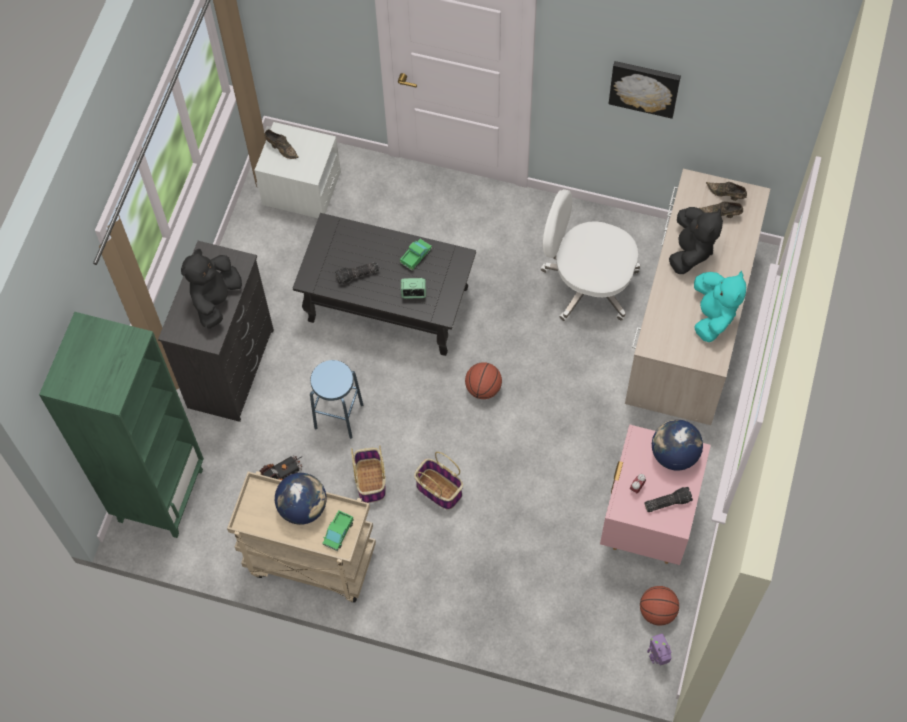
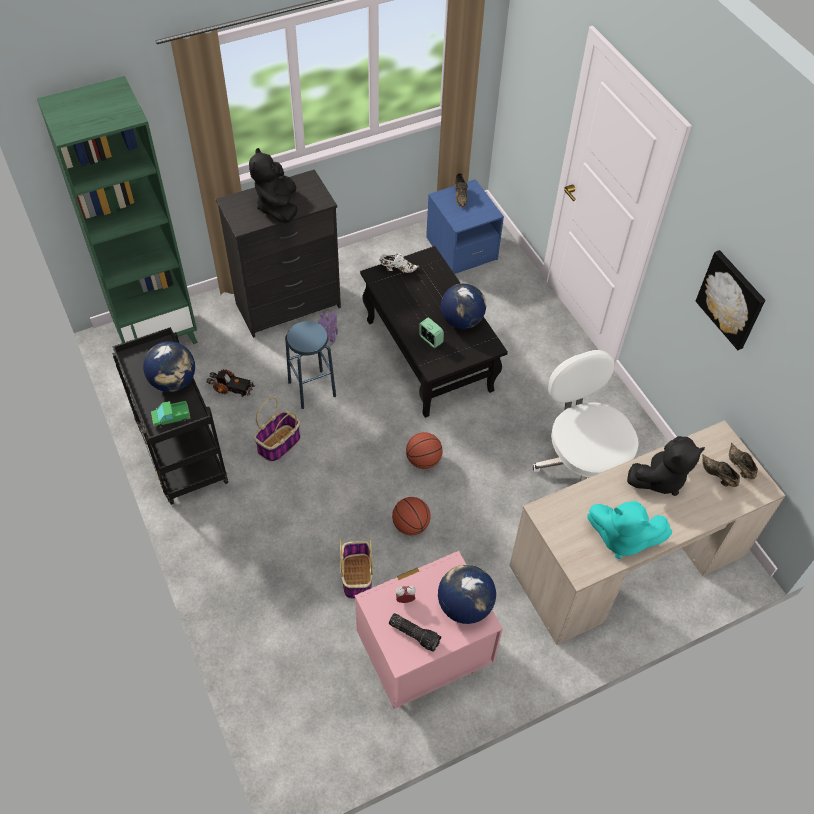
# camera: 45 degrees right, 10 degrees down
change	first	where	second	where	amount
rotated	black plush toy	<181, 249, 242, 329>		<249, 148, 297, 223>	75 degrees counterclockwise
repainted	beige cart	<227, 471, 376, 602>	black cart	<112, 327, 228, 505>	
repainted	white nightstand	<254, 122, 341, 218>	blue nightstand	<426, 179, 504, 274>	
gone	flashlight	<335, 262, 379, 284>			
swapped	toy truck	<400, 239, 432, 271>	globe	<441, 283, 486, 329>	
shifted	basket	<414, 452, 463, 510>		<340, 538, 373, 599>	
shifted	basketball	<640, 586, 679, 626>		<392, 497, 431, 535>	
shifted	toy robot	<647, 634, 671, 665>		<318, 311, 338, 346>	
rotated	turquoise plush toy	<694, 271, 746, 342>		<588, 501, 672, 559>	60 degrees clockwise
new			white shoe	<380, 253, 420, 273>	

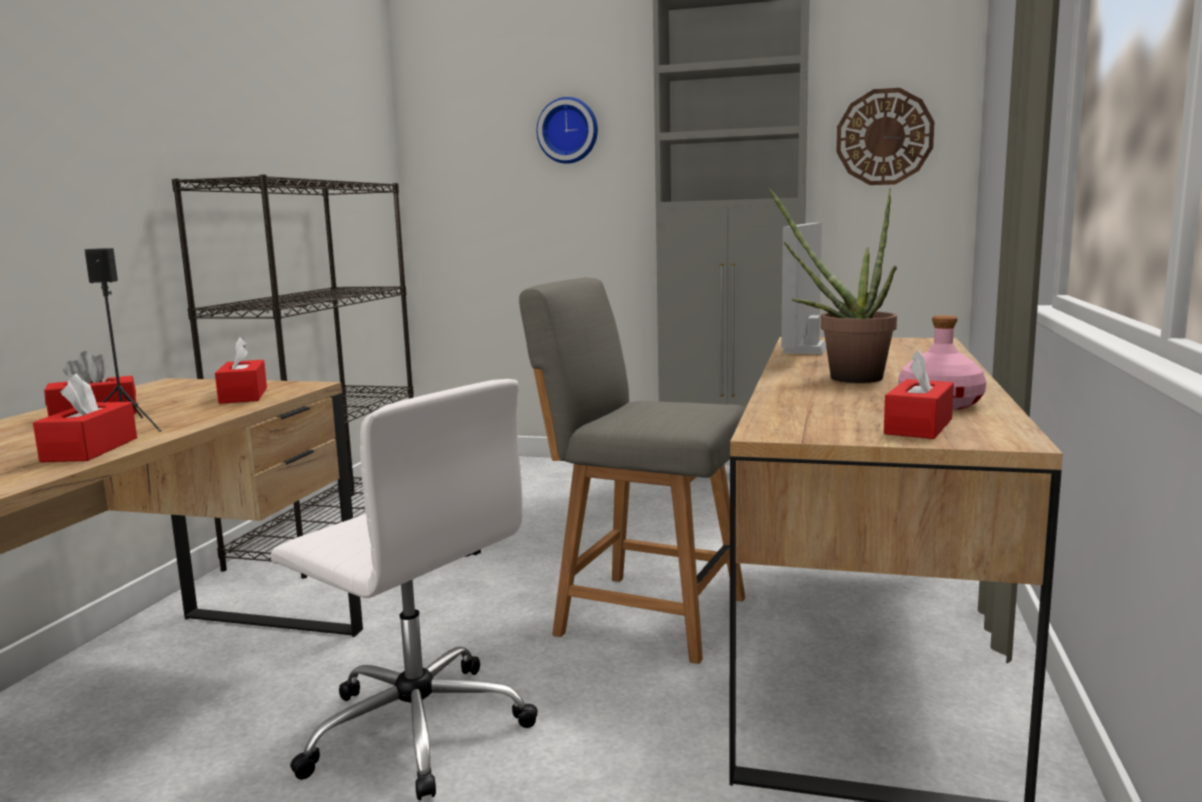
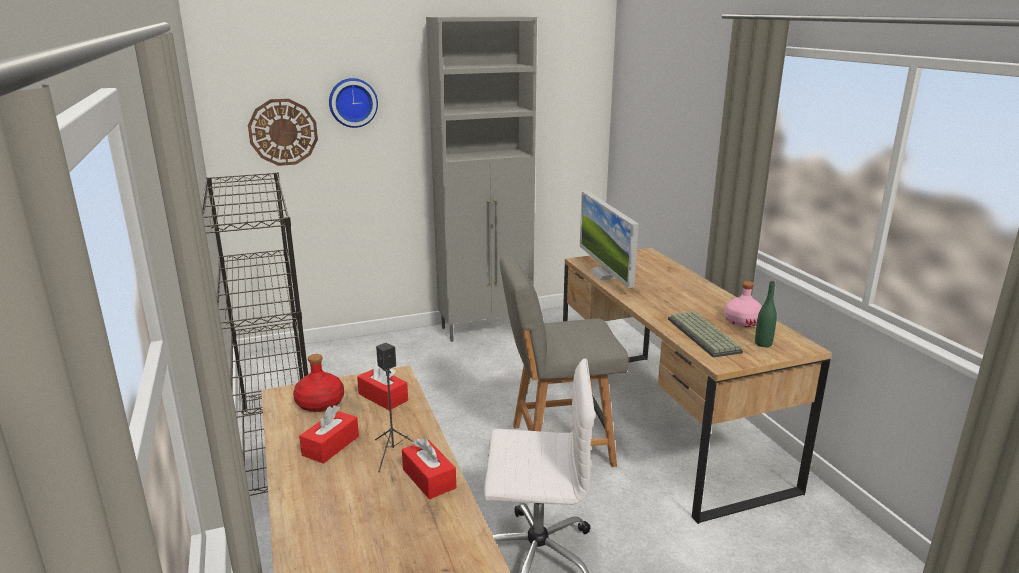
# camera: 35 degrees left, 10 degrees up
change	first	where	second	where	amount
gone	potted plant	<769, 188, 897, 383>			
shifted	wall clock	<836, 88, 934, 185>		<248, 99, 318, 166>	
swapped	red tissue box	<884, 350, 954, 439>	green bottle	<755, 281, 777, 347>	
new			red bottle	<293, 354, 344, 412>	
new			keyboard	<668, 311, 743, 358>	

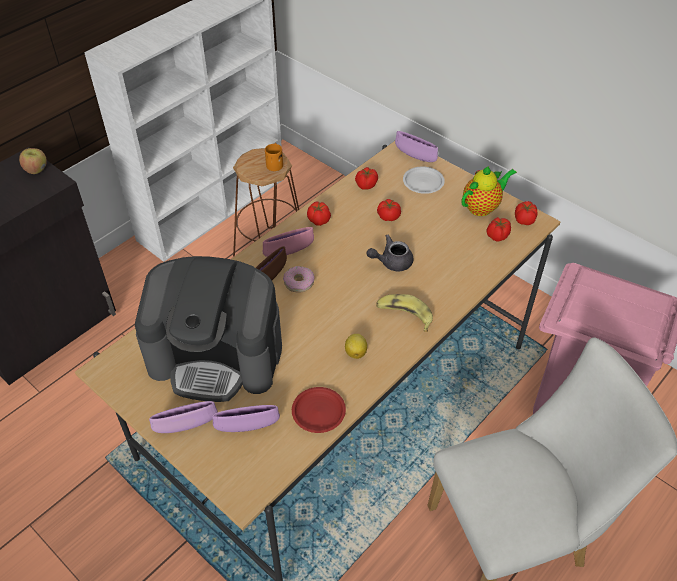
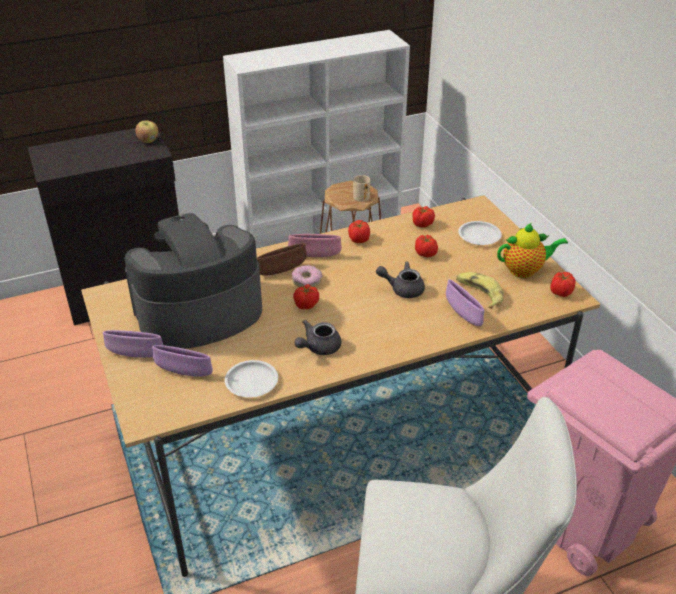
# camera: 25 degrees right, 10 degrees down
change	first	where	second	where	amount
rotated	coffee machine	<135, 256, 282, 402>		<125, 213, 262, 349>	120 degrees clockwise
repainted	orange mug	<265, 143, 283, 171>	beige mug	<353, 175, 370, 202>	
repainted	red plate	<292, 387, 346, 433>	white plate	<225, 360, 278, 398>	
swapped	lemon	<345, 334, 367, 359>	grey teapot	<294, 320, 341, 355>	
shifted	banana	<376, 294, 433, 332>		<456, 272, 504, 309>	
shifted	purple bowl	<395, 131, 438, 162>		<446, 280, 484, 326>	
shifted	tomato	<486, 217, 511, 242>		<293, 284, 319, 309>	

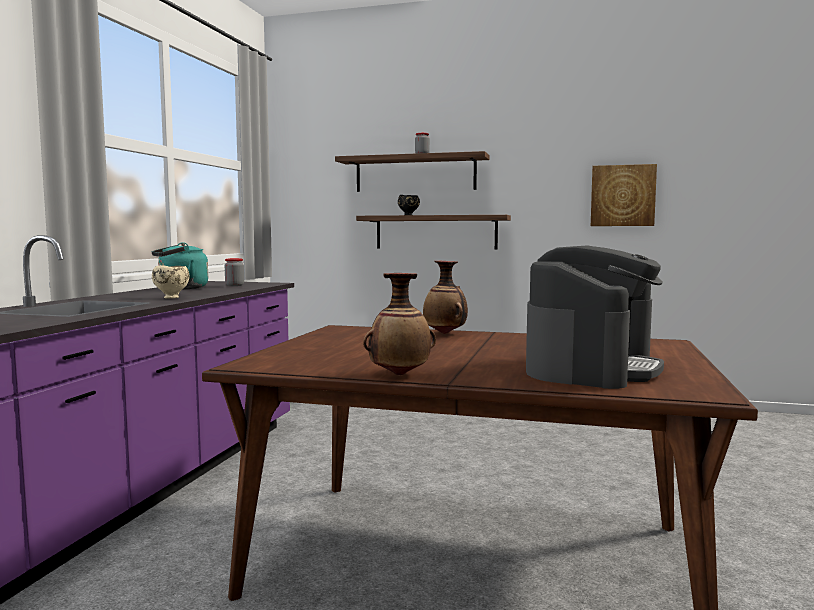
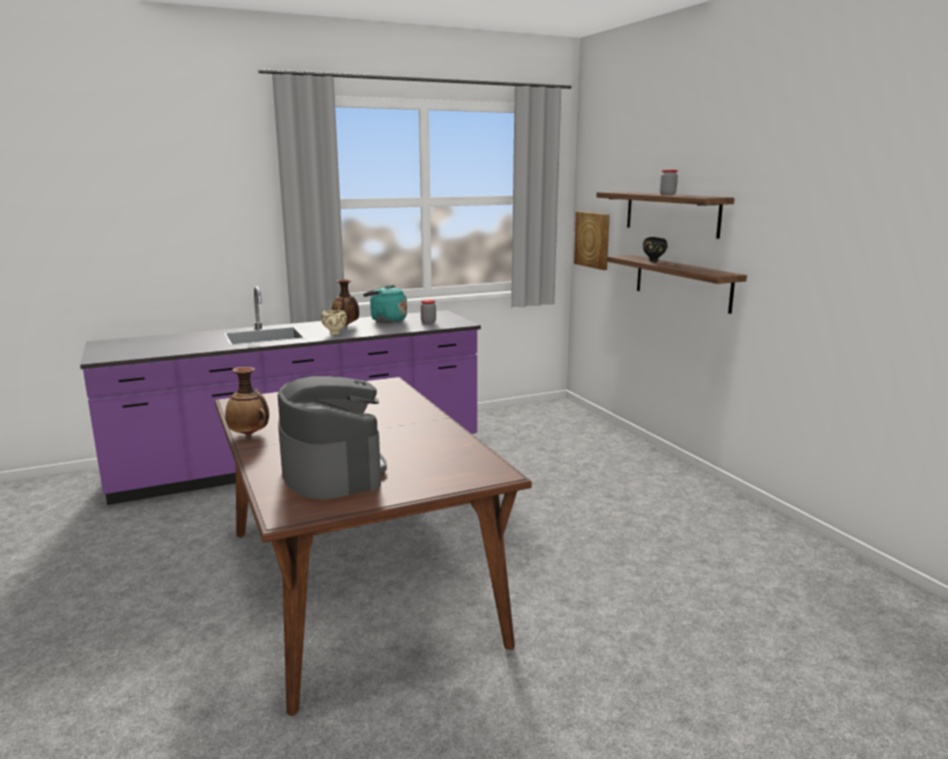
# camera: 50 degrees right, 10 degrees up
change	first	where	second	where	amount
shifted	vase	<423, 261, 468, 334>		<332, 279, 359, 325>	
rotated	coffee machine	<526, 245, 664, 389>		<278, 376, 387, 499>	105 degrees counterclockwise
shifted	picture	<591, 164, 657, 226>		<574, 211, 610, 270>	

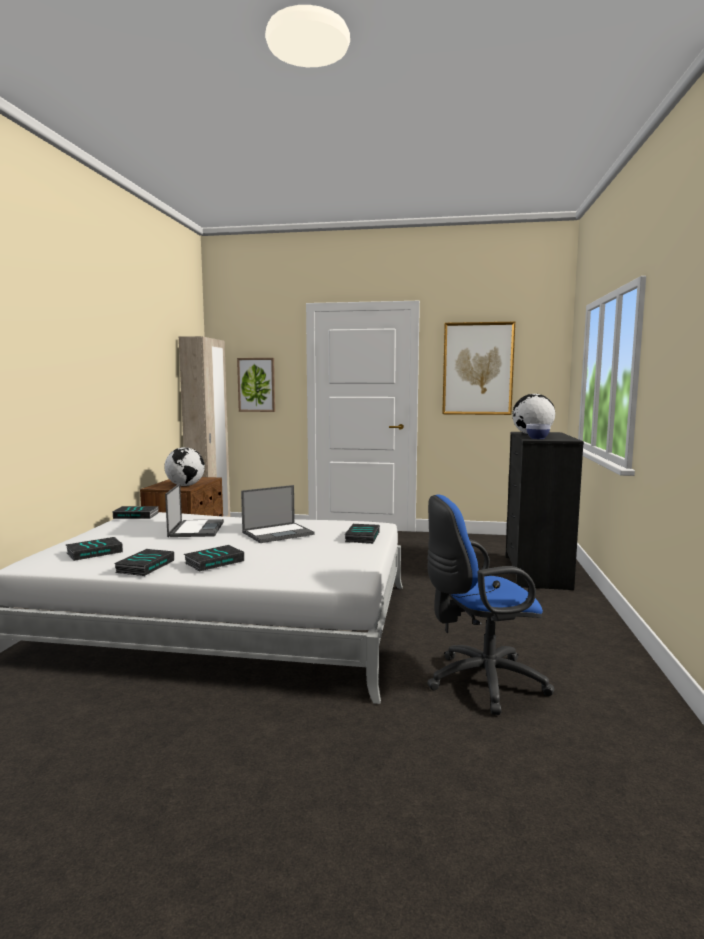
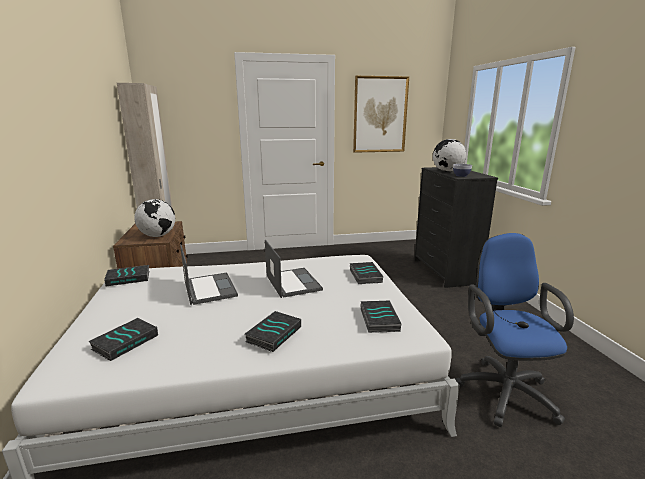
# camera: 20 degrees left, 10 degrees up
change	first	where	second	where	amount
shifted	book	<114, 549, 174, 576>		<361, 301, 401, 333>	
gone	picture	<237, 358, 275, 412>			
rotated	laptop	<241, 485, 314, 543>		<265, 240, 323, 298>	60 degrees counterclockwise
rotated	blue office chair	<427, 495, 554, 715>		<455, 233, 574, 427>	120 degrees clockwise

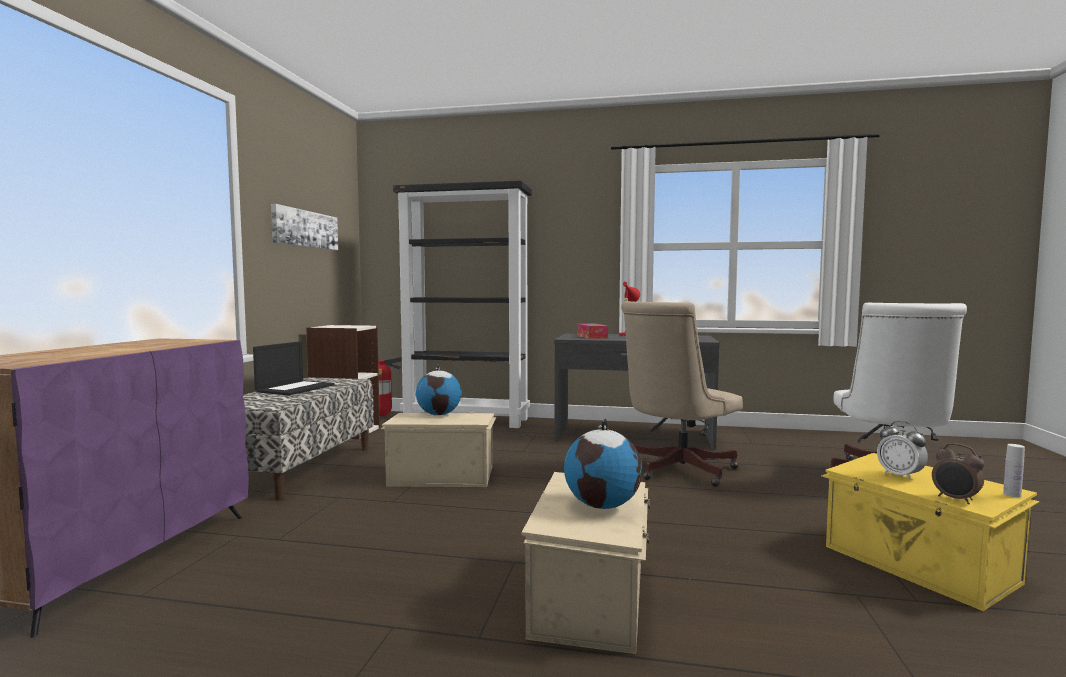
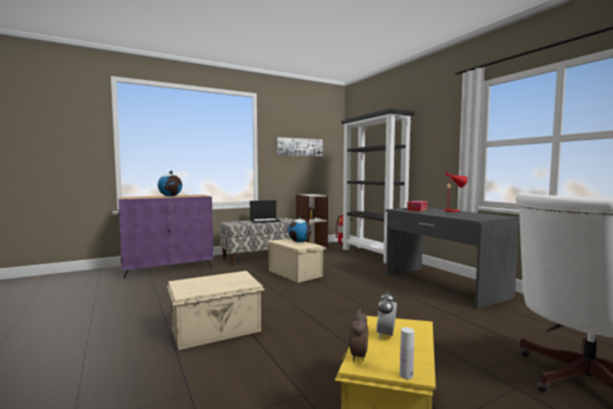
# camera: 50 degrees right, 0 degrees up
change	first	where	second	where	amount
shifted	globe	<564, 419, 642, 509>		<158, 171, 182, 197>	
gone	beige office chair	<621, 301, 743, 487>			

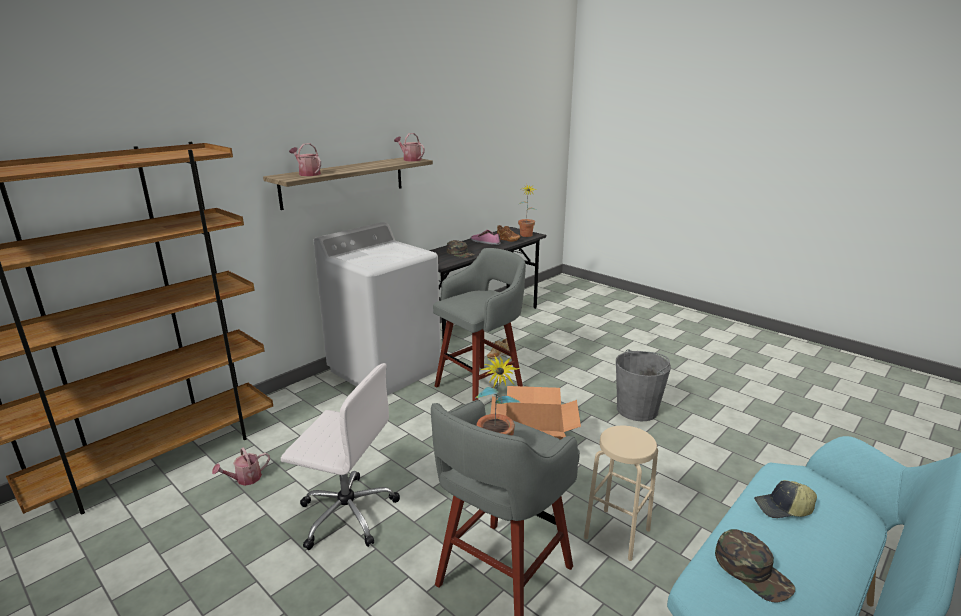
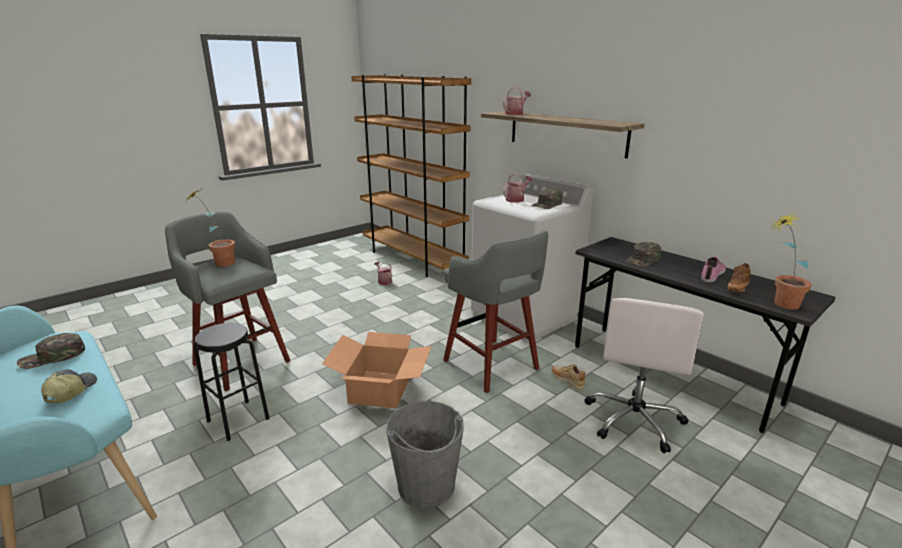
# camera: 95 degrees right, 0 degrees up
change	first	where	second	where	amount
shifted	white office chair	<281, 363, 400, 550>		<584, 298, 704, 453>	
shifted	watering can	<394, 133, 425, 162>		<503, 173, 533, 203>	
repainted	beige stool	<584, 426, 658, 561>	black stool	<194, 323, 269, 441>	
new			green cap	<531, 189, 562, 209>	

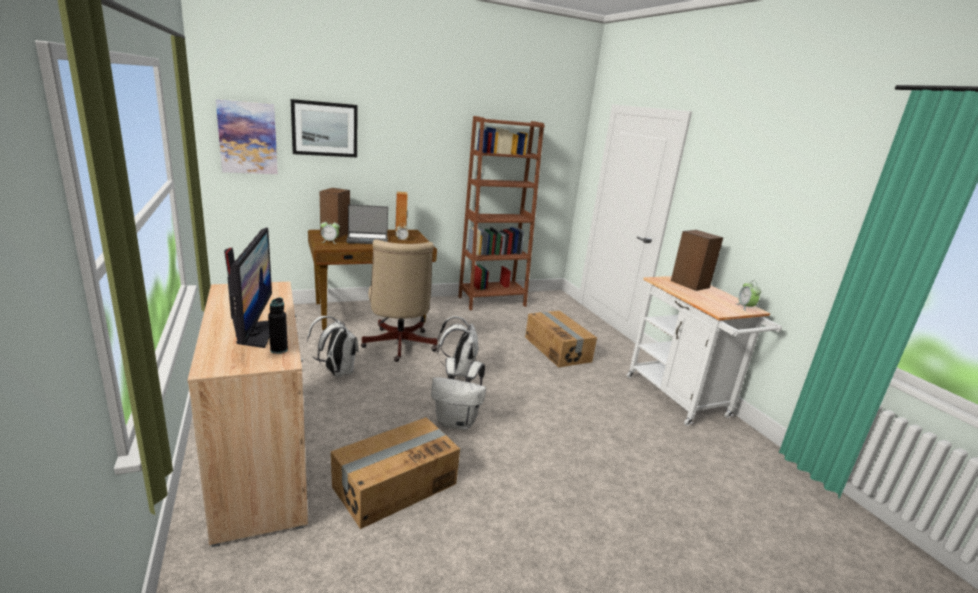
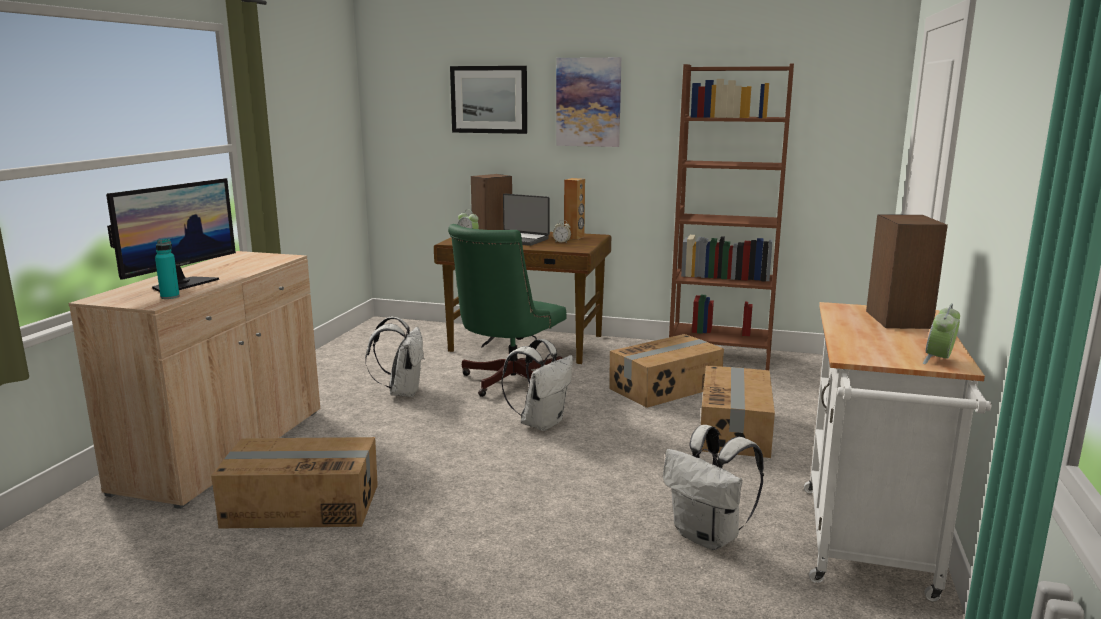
# camera: 40 degrees right, 5 degrees down
change	first	where	second	where	amount
shifted	picture	<216, 99, 278, 174>		<556, 57, 621, 147>	
repainted	black bottle	<268, 298, 288, 354>	turquoise bottle	<155, 239, 180, 299>	
repainted	beige office chair	<361, 239, 438, 362>	green office chair	<448, 224, 567, 397>	
shifted	white backpack	<431, 357, 486, 430>		<663, 425, 764, 550>	
new			cardboard box	<609, 334, 724, 408>	

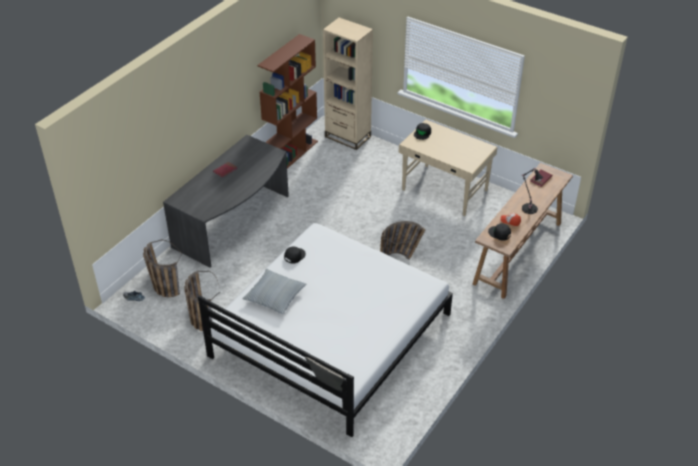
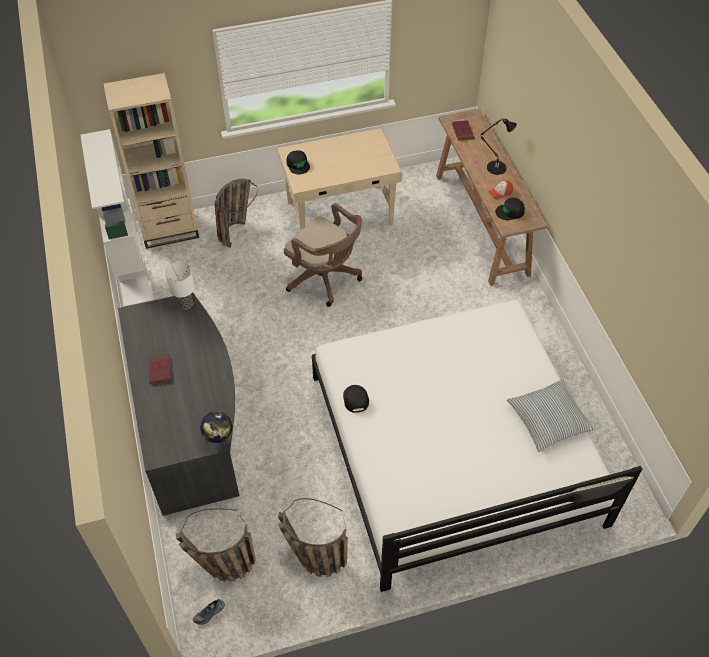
# camera: 50 degrees left, 10 degrees up
change	first	where	second	where	amount
shifted	pillow	<242, 269, 306, 314>		<507, 379, 595, 452>	
repainted	brown bookcase	<257, 34, 318, 168>	white bookcase	<80, 129, 154, 307>	
shifted	basket	<380, 221, 425, 260>		<215, 179, 258, 248>	
new			table lamp	<165, 262, 195, 310>	
new			globe	<200, 411, 232, 445>	
new			brown office chair	<284, 203, 362, 307>	

